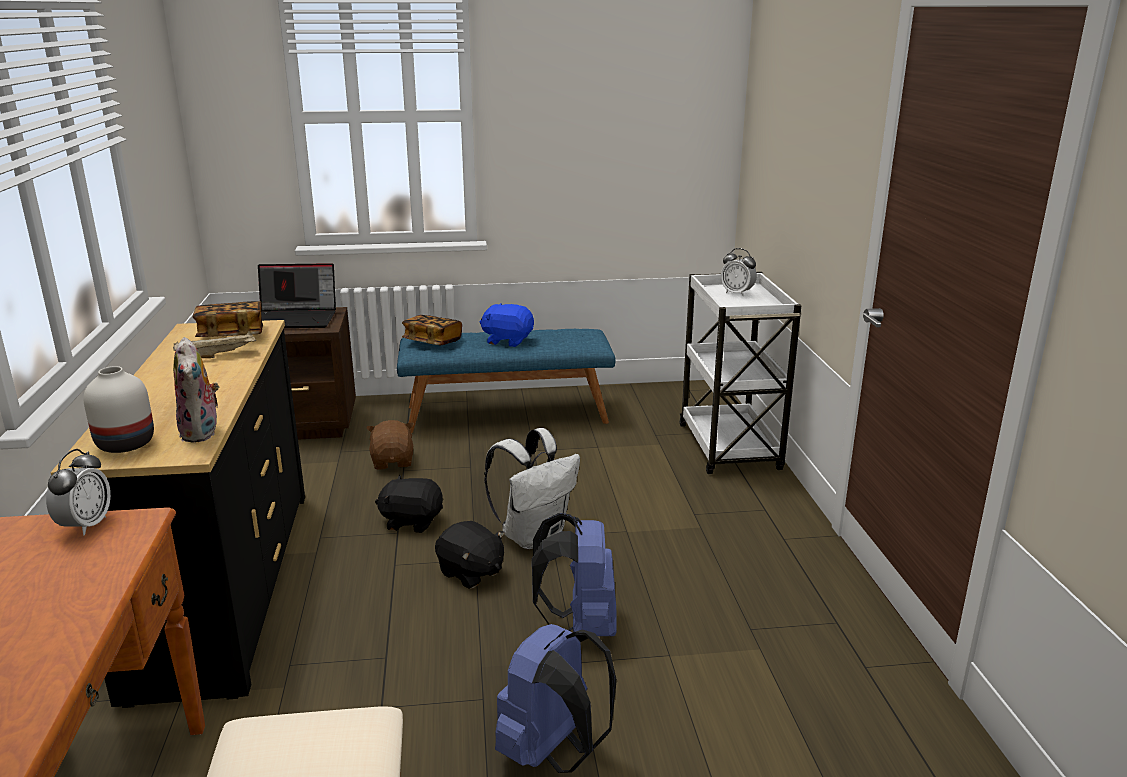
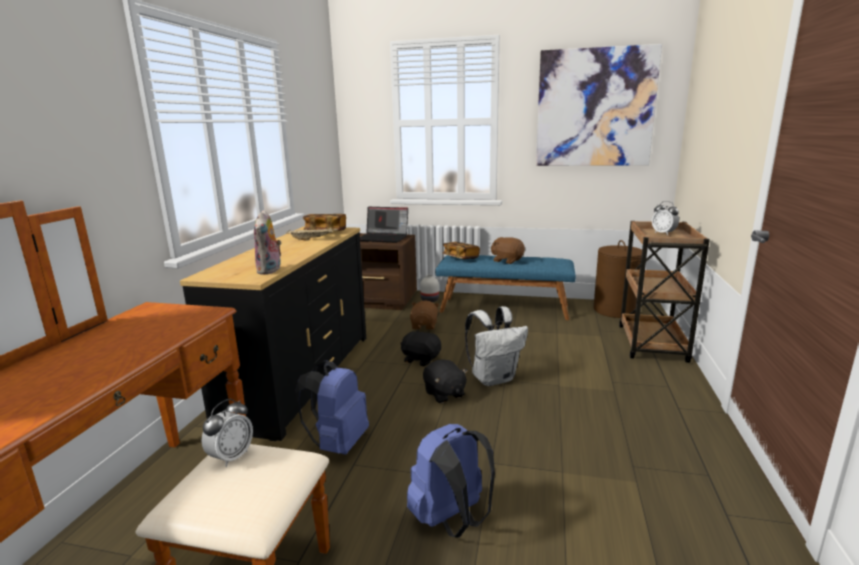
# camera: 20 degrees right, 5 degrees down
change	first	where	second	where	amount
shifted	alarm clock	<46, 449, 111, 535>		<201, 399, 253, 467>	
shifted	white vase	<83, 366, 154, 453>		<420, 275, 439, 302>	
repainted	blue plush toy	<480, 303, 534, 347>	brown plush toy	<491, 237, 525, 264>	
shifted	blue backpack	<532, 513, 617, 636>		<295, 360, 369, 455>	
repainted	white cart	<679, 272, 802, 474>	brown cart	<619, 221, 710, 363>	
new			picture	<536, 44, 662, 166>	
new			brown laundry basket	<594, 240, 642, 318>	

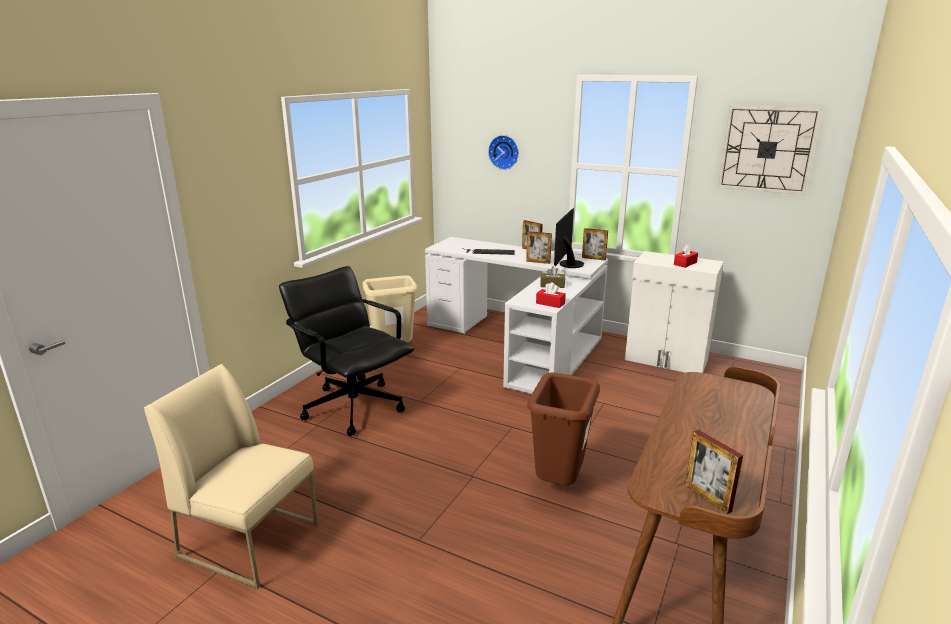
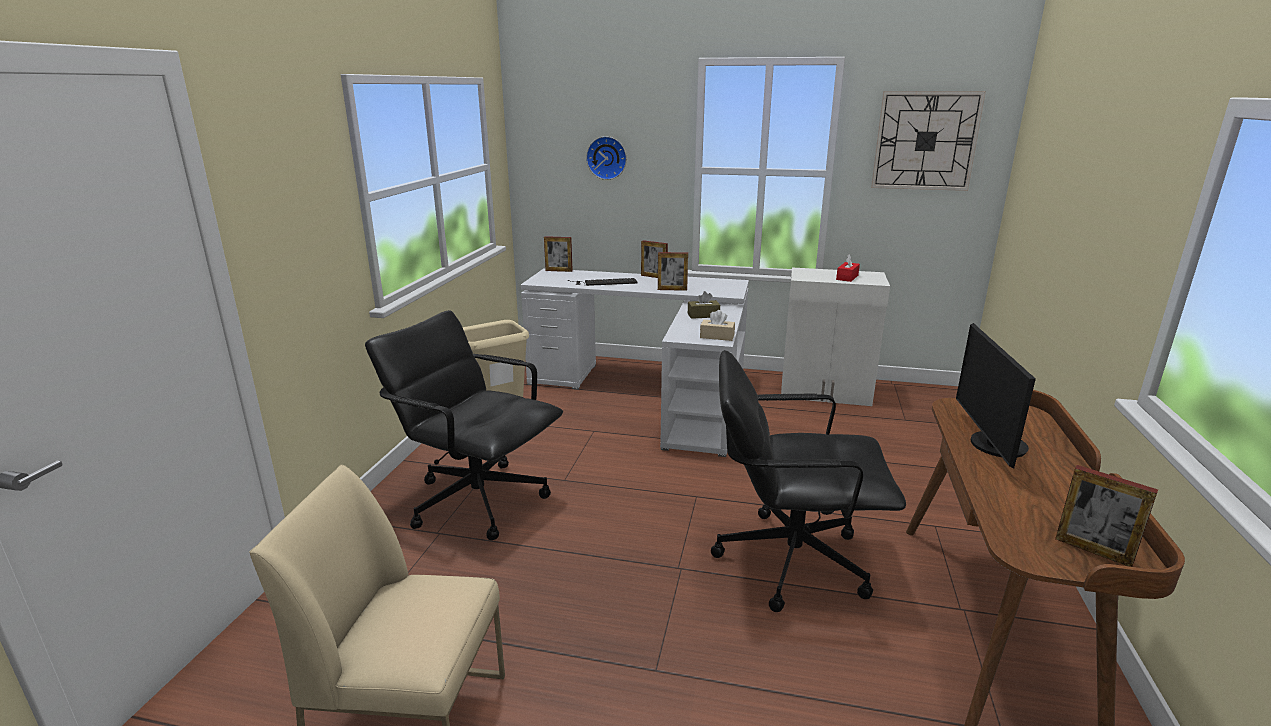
# camera: 15 degrees left, 0 degrees up
change	first	where	second	where	amount
swapped	brown trash can	<527, 372, 600, 485>	black office chair	<711, 350, 906, 612>	
repainted	red tissue box	<536, 282, 566, 308>	beige tissue box	<700, 310, 735, 341>	
shifted	monitor	<554, 208, 584, 268>		<956, 323, 1036, 468>	
shifted	picture frame	<582, 228, 608, 261>		<544, 236, 573, 272>	

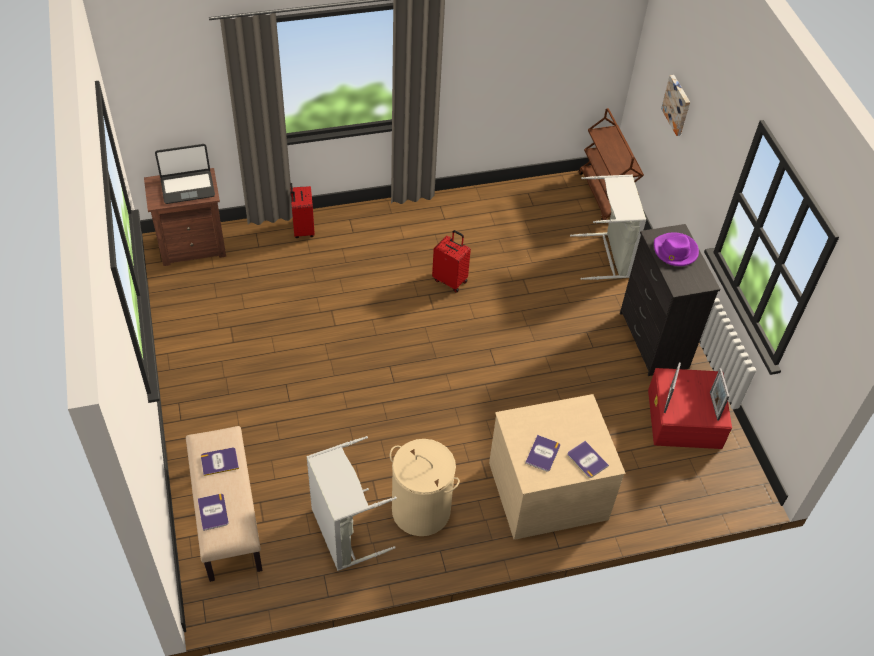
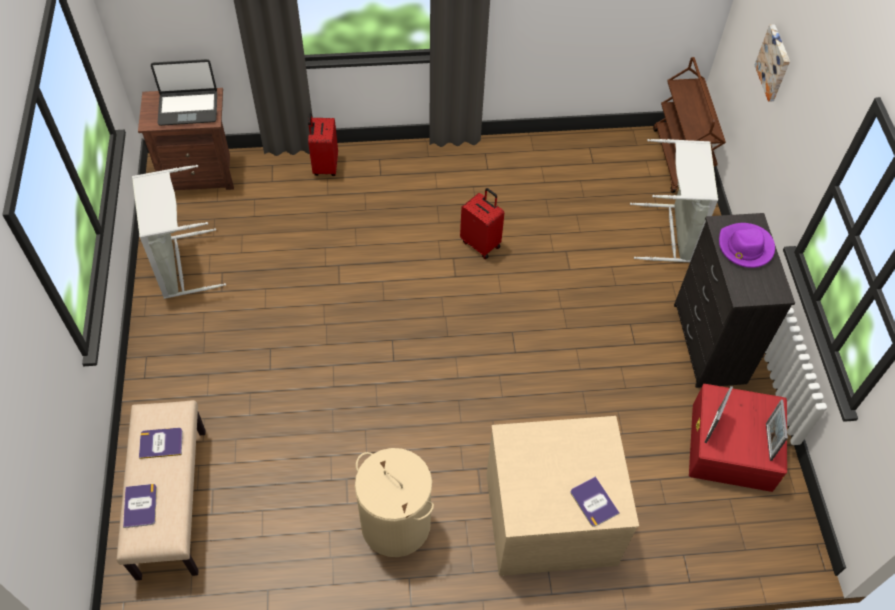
# camera: 10 degrees right, 5 degrees up
change	first	where	second	where	amount
shifted	grey laundry basket	<306, 436, 397, 571>		<132, 165, 226, 299>	
gone	book	<525, 435, 560, 471>			

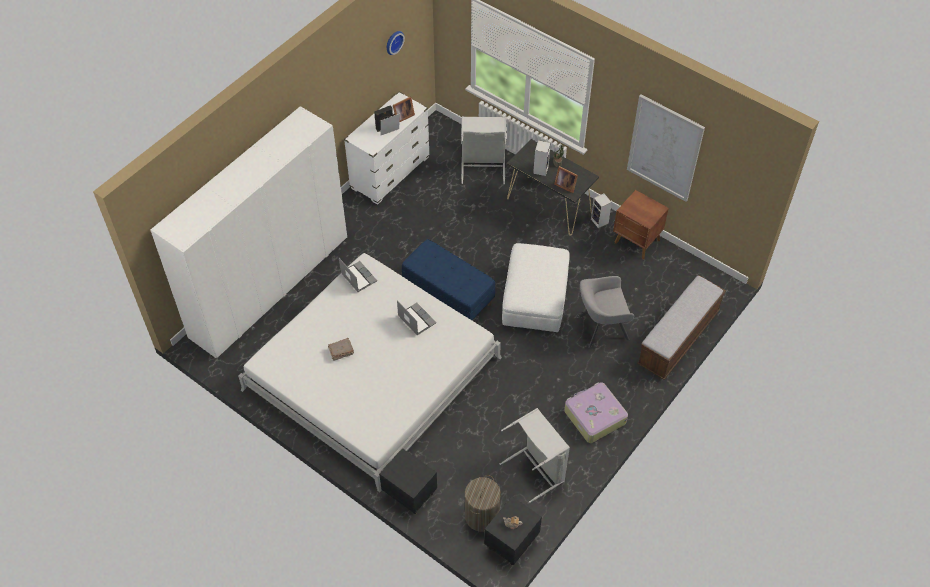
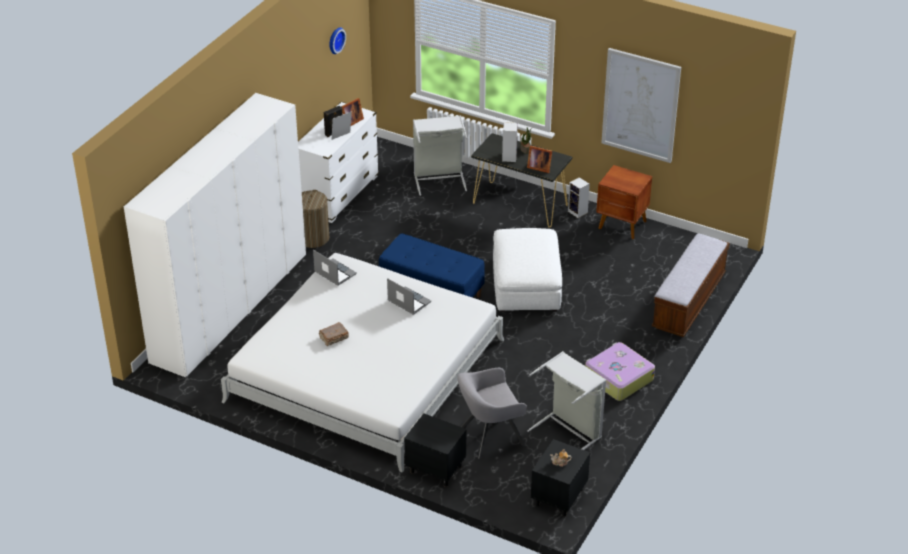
# camera: 10 degrees left, 15 degrees down
change	first	where	second	where	amount
shifted	laundry basket	<465, 475, 501, 532>		<302, 190, 329, 248>	
shifted	grey armchair	<578, 276, 634, 348>		<457, 368, 527, 459>	

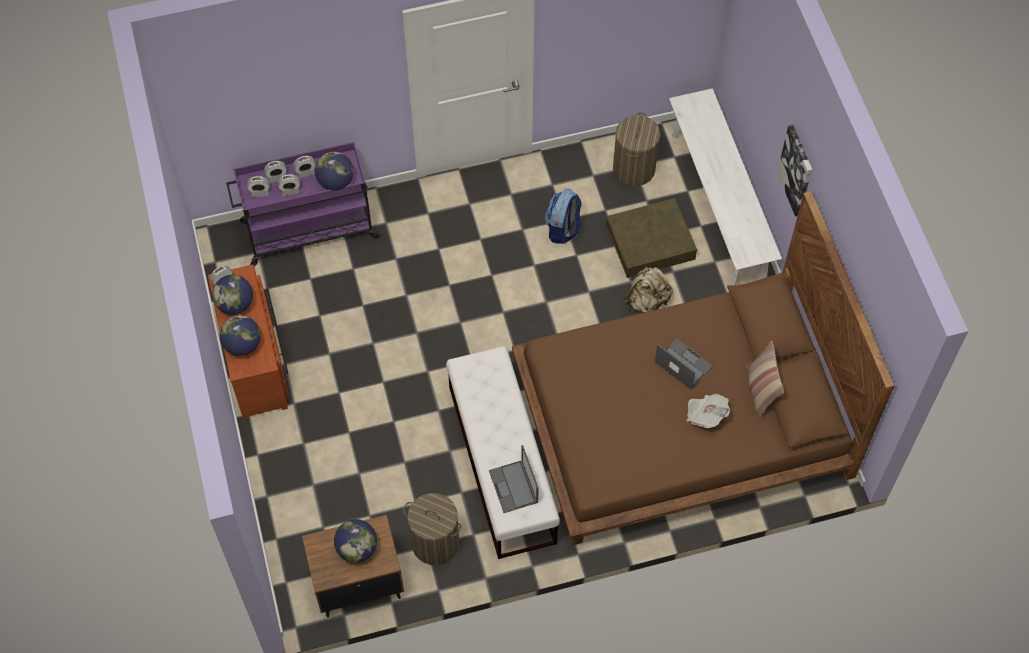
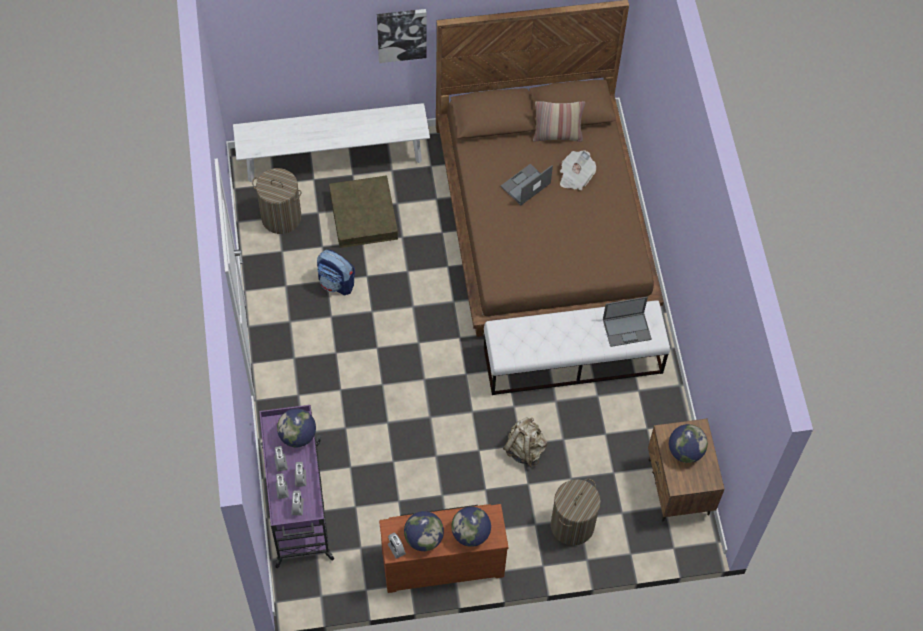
# camera: 85 degrees left, 0 degrees up
change	first	where	second	where	amount
shifted	laundry basket	<403, 493, 461, 565>		<551, 479, 601, 546>	
shifted	beige backpack	<624, 266, 673, 313>		<503, 417, 547, 467>	

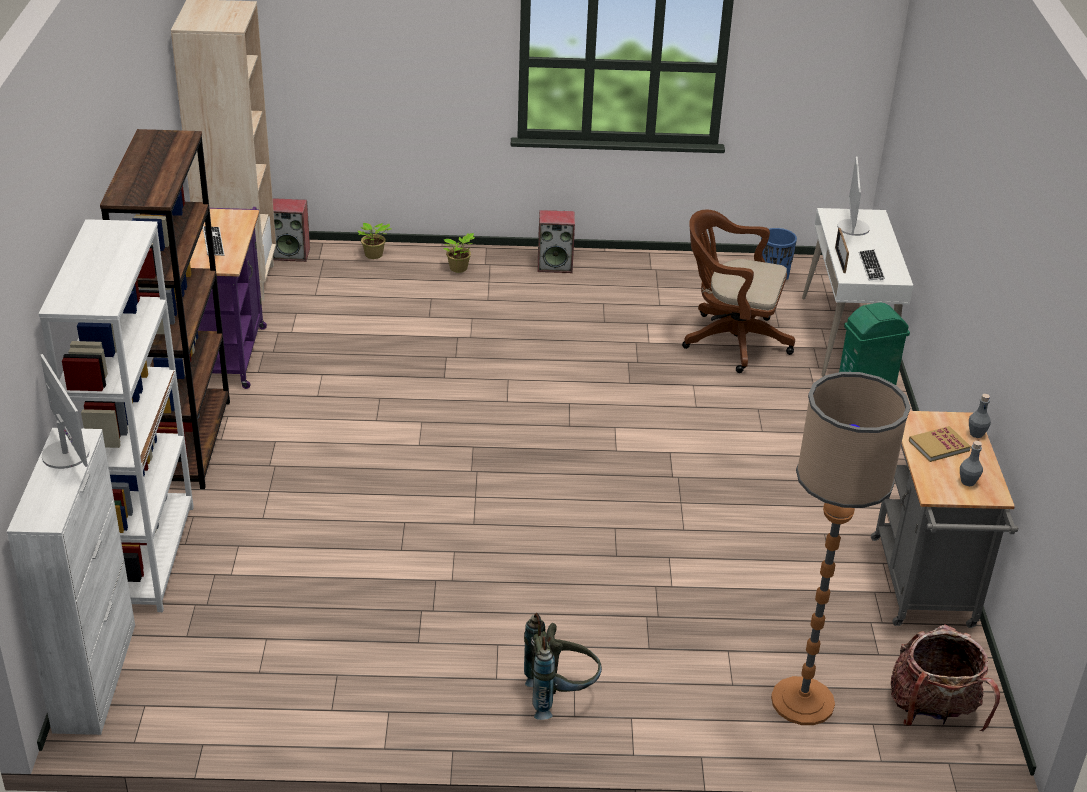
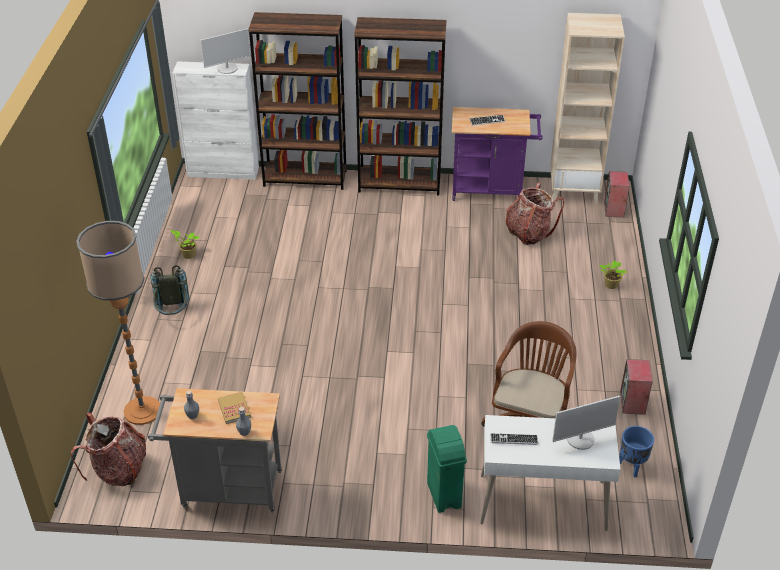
# camera: 95 degrees right, 5 degrees up
change	first	where	second	where	amount
repainted	white bookcase	<39, 219, 194, 612>	brown bookcase	<248, 12, 346, 190>	
shifted	potted plant	<358, 223, 391, 259>		<170, 230, 200, 259>	
shifted	speaker	<538, 210, 575, 273>		<620, 359, 653, 415>	
gone	picture frame	<835, 228, 849, 273>			
rotated	monitor	<837, 157, 870, 236>		<552, 396, 621, 450>	150 degrees clockwise
new			backpack	<506, 182, 564, 245>	

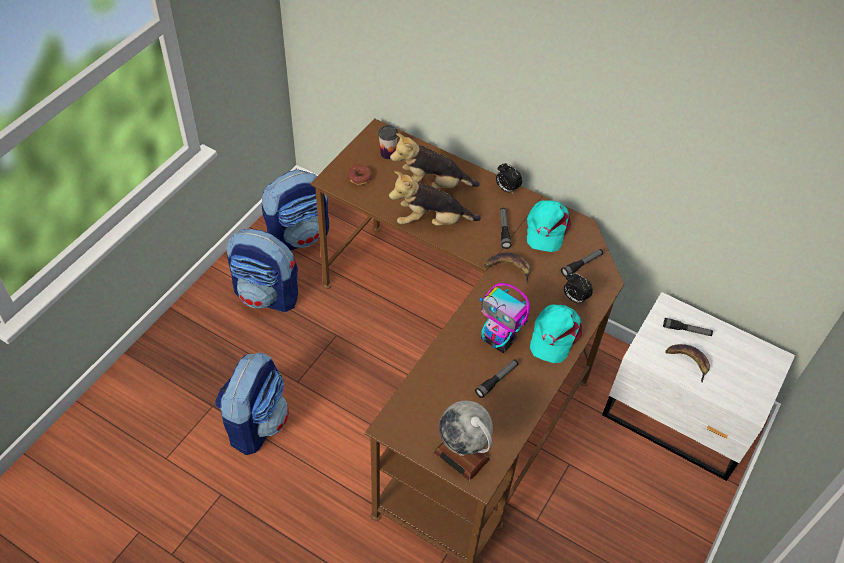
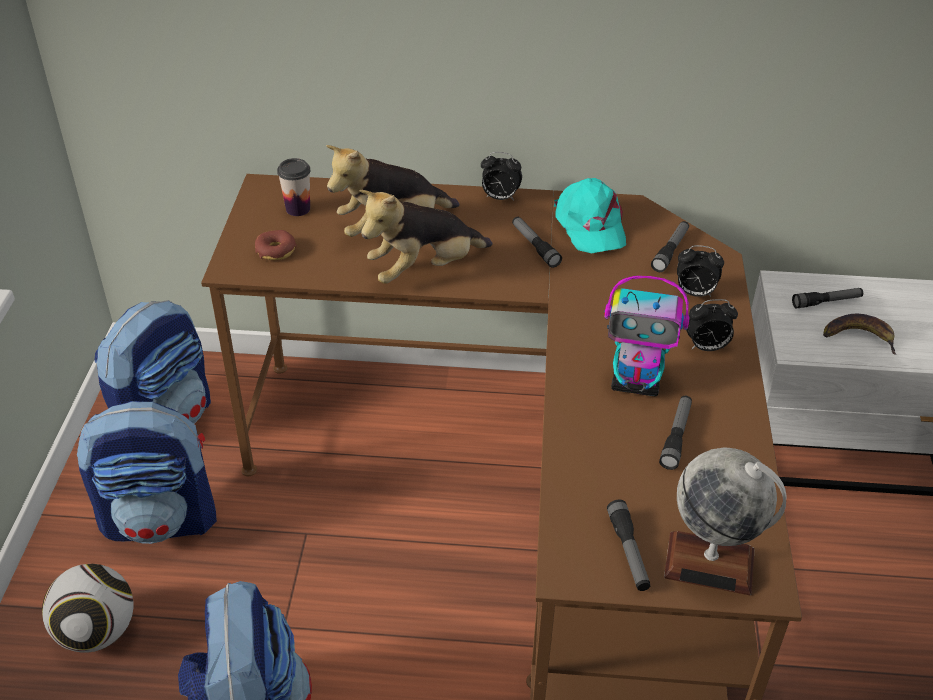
# camera: 25 degrees left, 10 degrees down
change	first	where	second	where	amount
gone	banana	<484, 253, 530, 284>			
swapped	turquoise cap	<530, 305, 582, 363>	alarm clock	<686, 299, 738, 351>	
new			football	<42, 564, 134, 653>	
new			flashlight	<607, 500, 650, 591>	

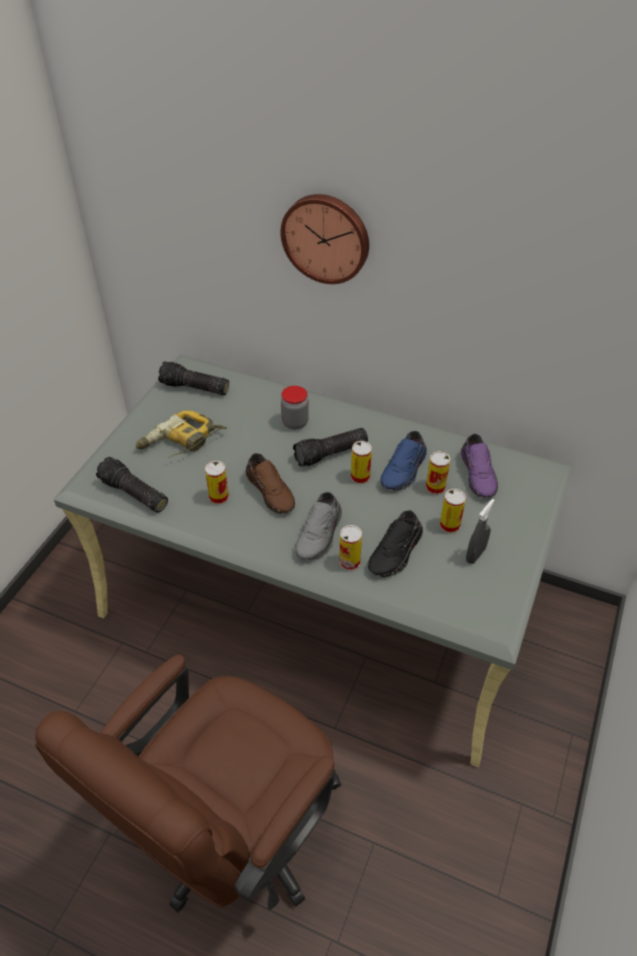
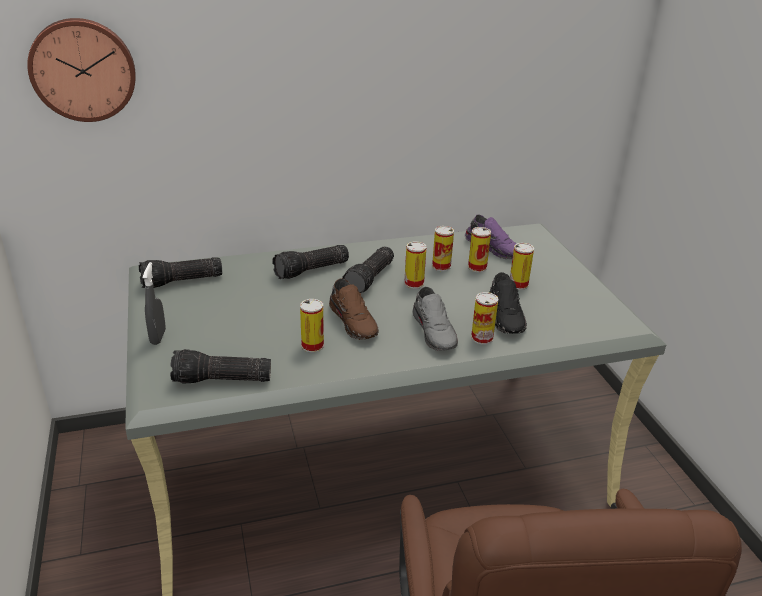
# camera: 40 degrees left, 15 degrees down
change	first	where	second	where	amount
gone	power drill	<136, 410, 227, 458>			
rotated	brown shoe	<245, 453, 295, 514>		<329, 279, 379, 340>	45 degrees clockwise
shifted	wall clock	<280, 194, 369, 284>		<27, 18, 136, 122>	
swapped	jar	<281, 386, 309, 430>	flashlight	<272, 245, 349, 279>	
swapped	blue shoe	<380, 431, 427, 491>	can	<432, 226, 454, 271>	
shifted	grey spray bottle	<466, 499, 495, 564>		<143, 262, 166, 345>	

